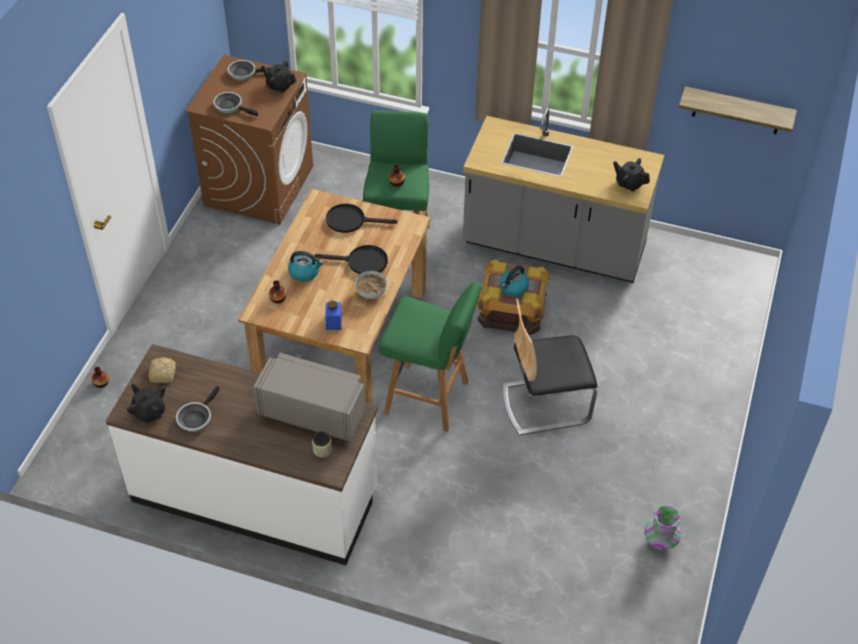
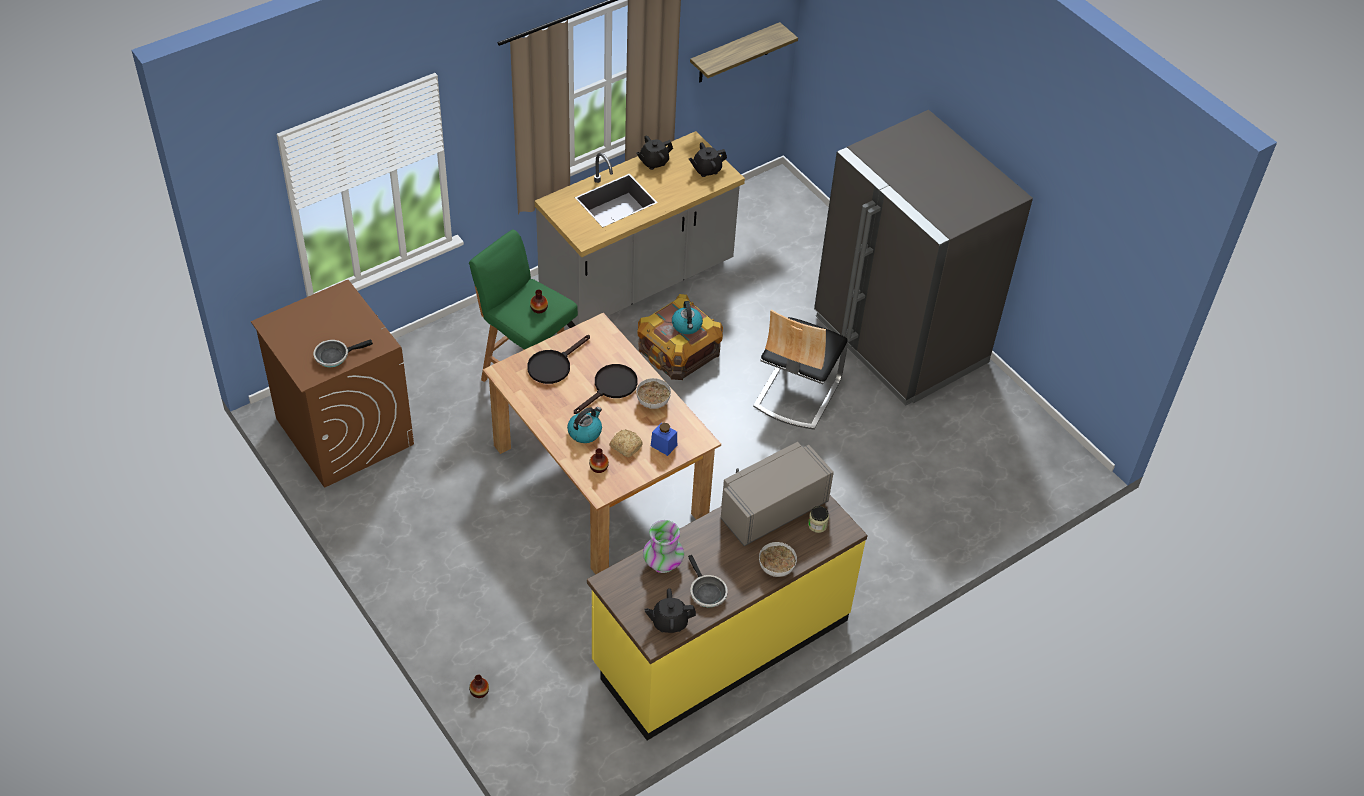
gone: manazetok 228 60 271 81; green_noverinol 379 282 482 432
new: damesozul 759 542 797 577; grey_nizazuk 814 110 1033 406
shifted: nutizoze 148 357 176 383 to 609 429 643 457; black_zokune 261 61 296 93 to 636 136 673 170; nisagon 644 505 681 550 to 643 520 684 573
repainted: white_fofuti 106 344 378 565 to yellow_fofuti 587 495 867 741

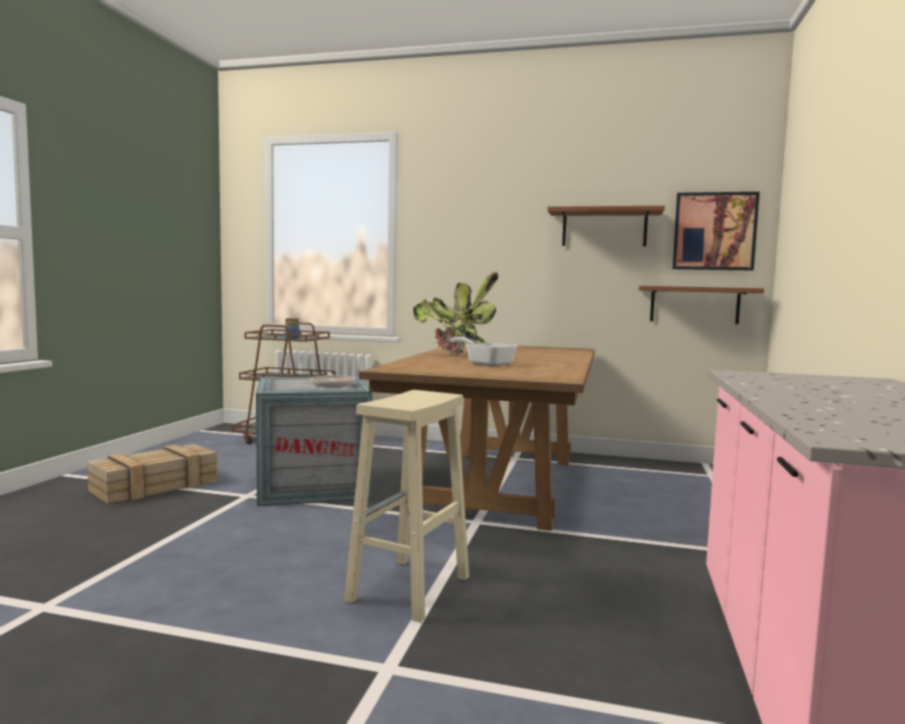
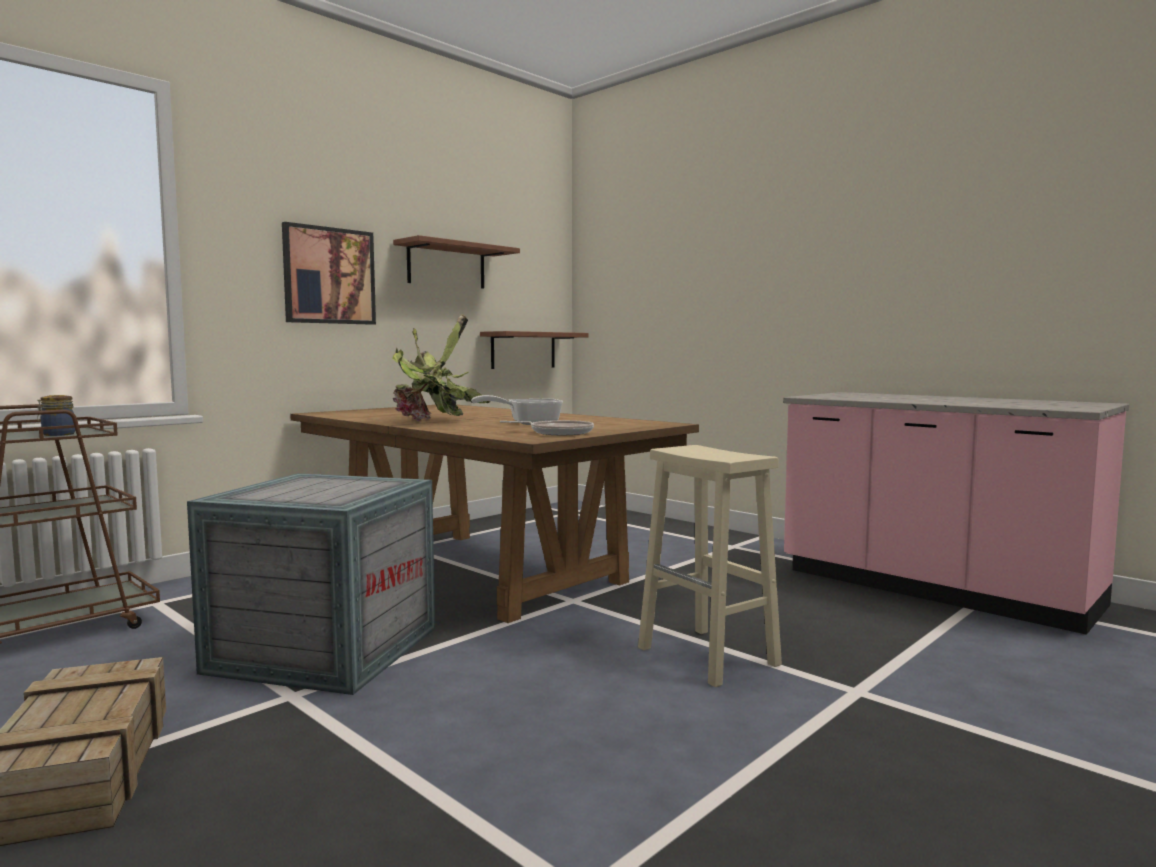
shifted: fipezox 672 192 760 270 to 282 222 376 325; manazetok 311 372 356 387 to 500 420 594 435

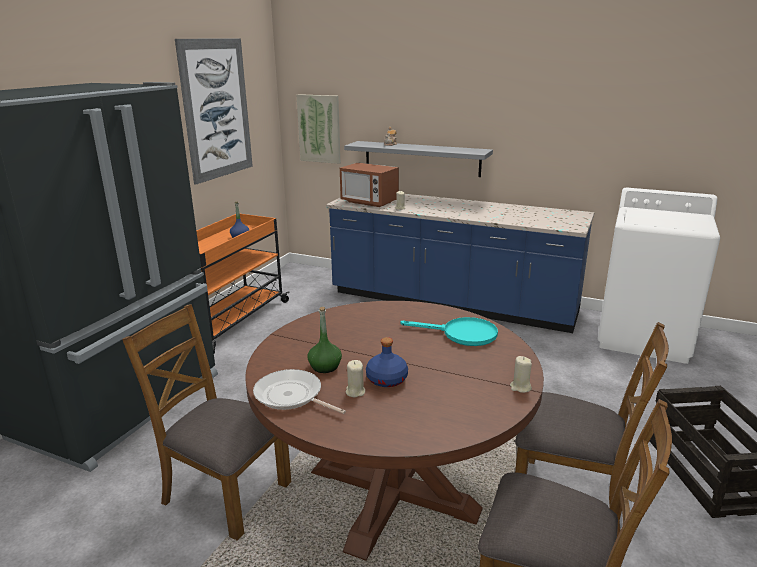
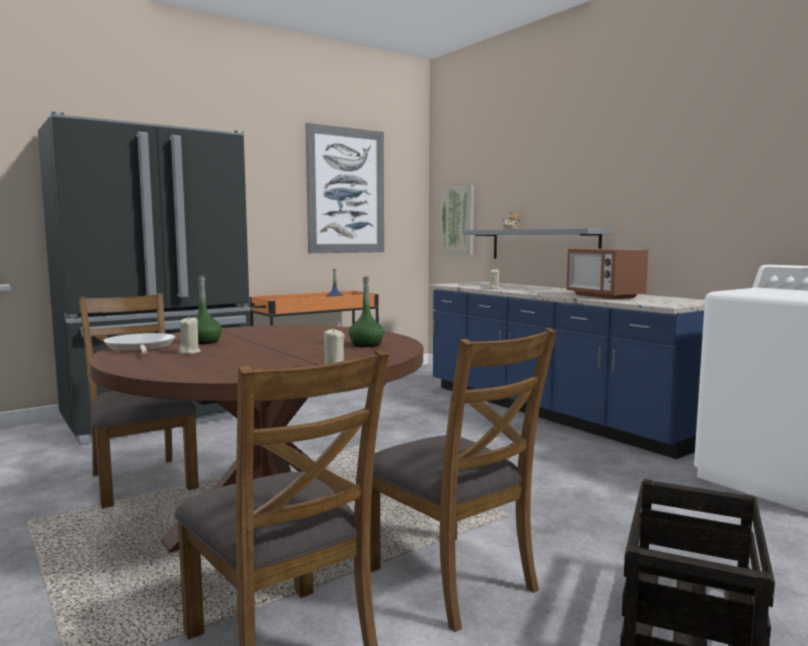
gone: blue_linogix 366 337 408 387
shifted: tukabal 340 163 399 207 to 567 249 648 299
swapped: turquoise_manazetok 400 317 498 346 to green_linogix 349 276 384 347

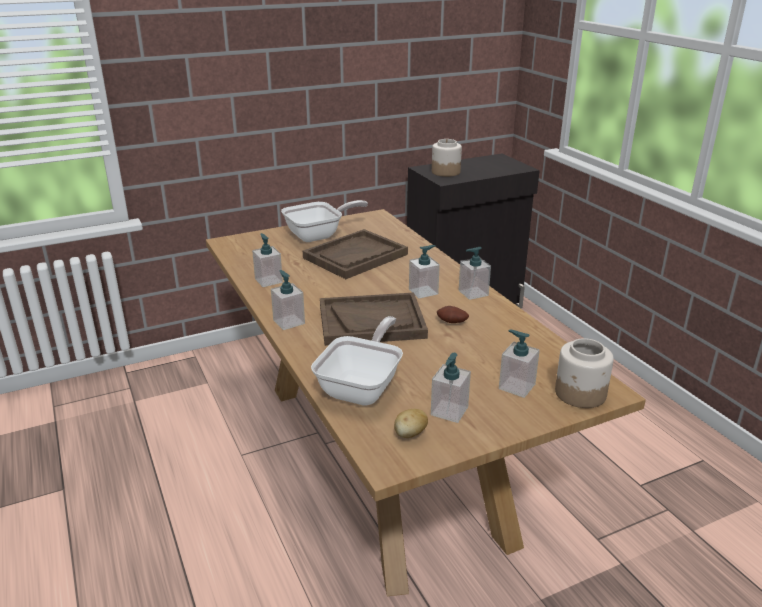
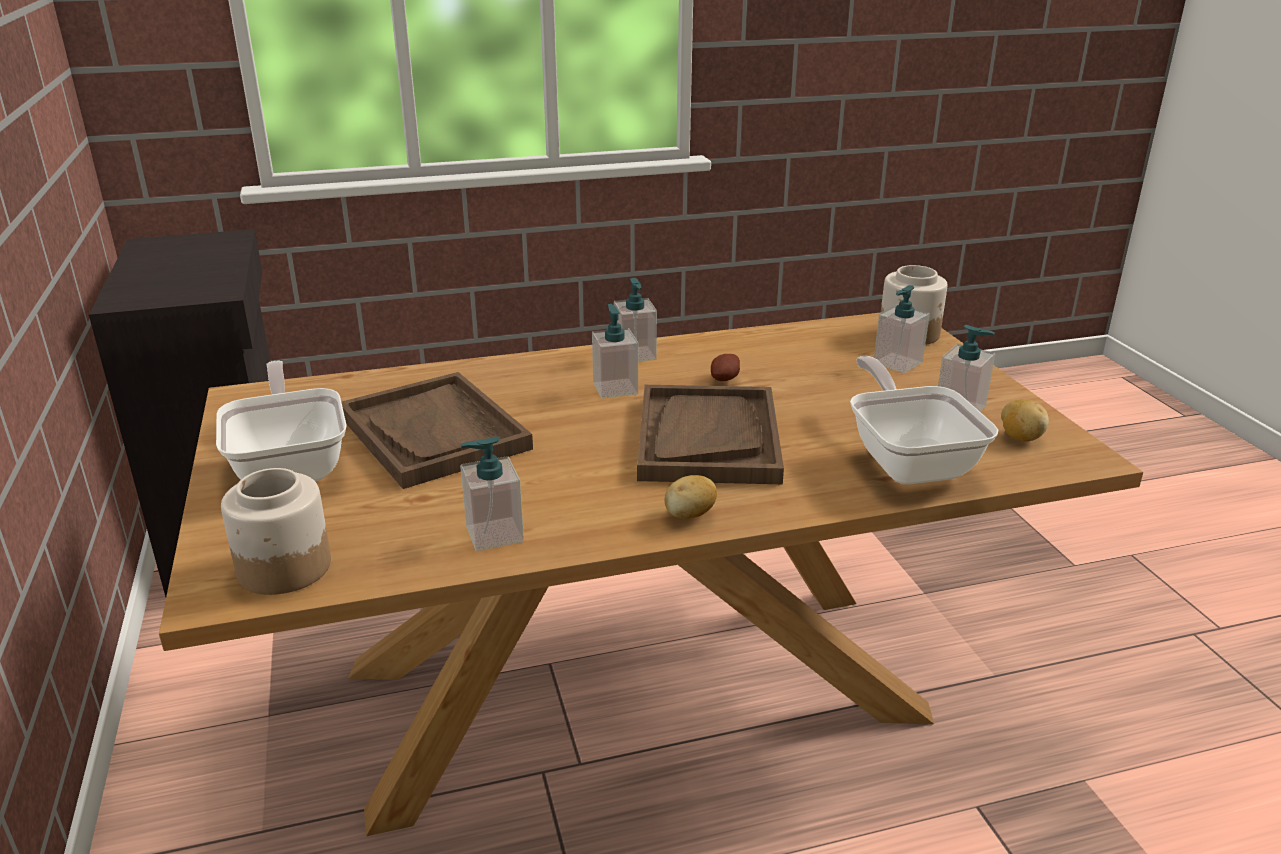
shifted: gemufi 432 139 462 177 to 221 468 331 595
swapped: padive 271 270 305 330 to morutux 664 475 717 519
rotated: manazetok 311 316 403 406 = 850 356 998 485 45 degrees clockwise

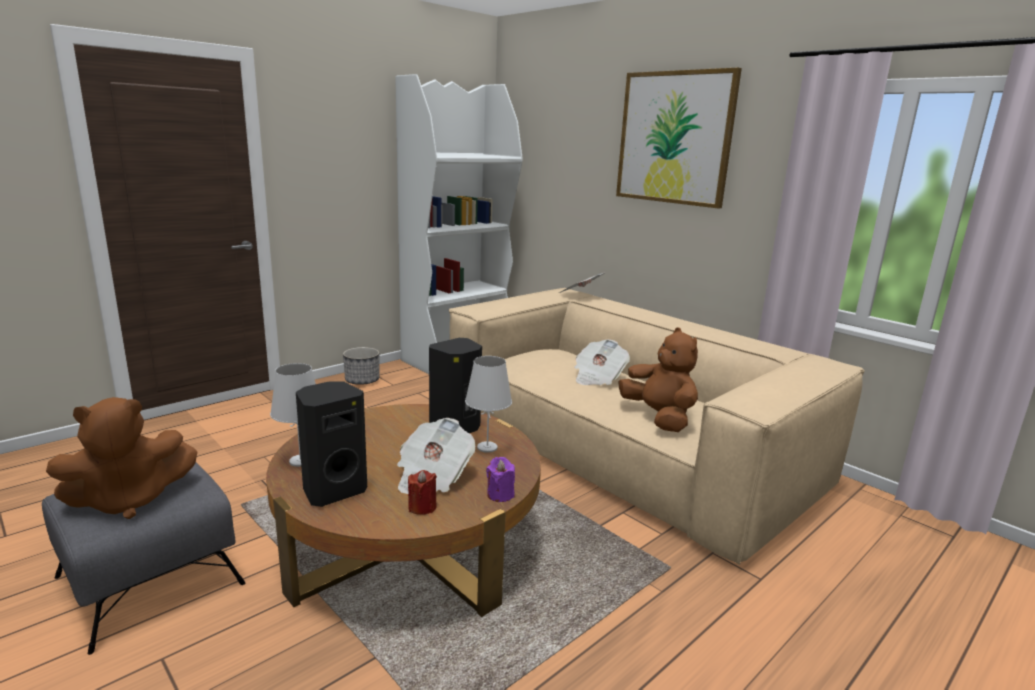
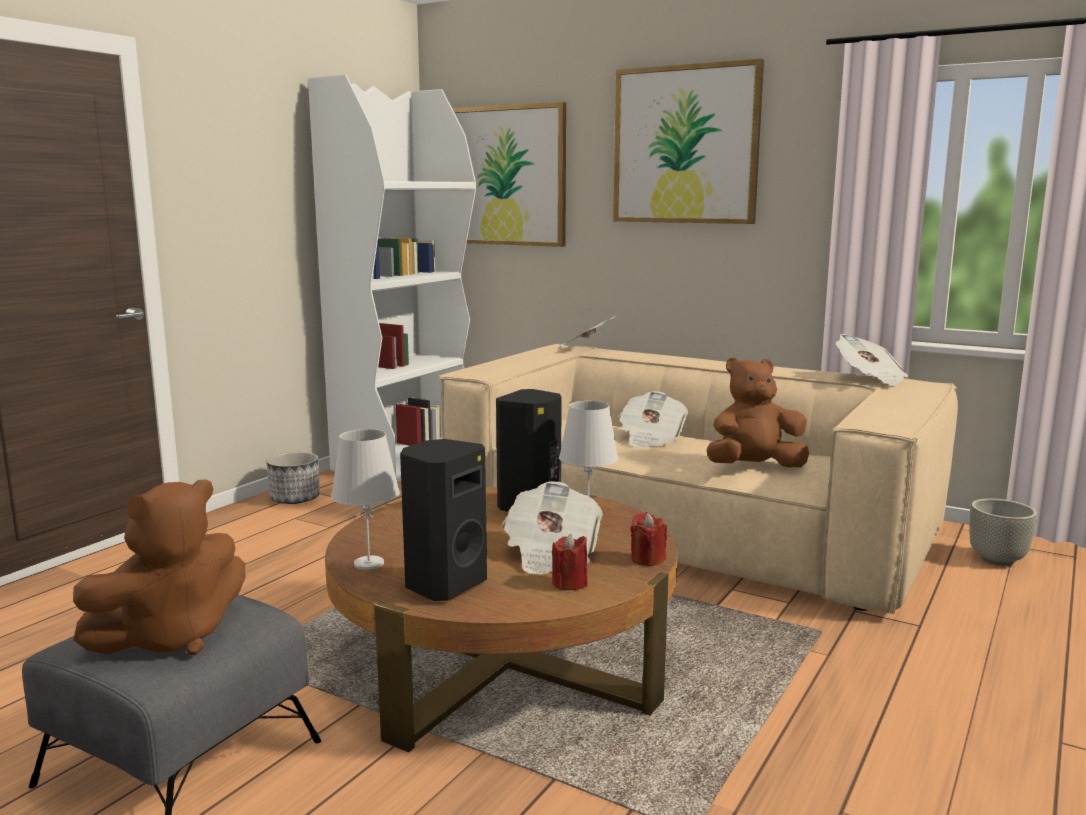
new: fipezox 452 102 566 247; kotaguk 836 334 908 386; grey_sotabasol 969 498 1038 566
repainted: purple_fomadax 486 457 515 502 to red_fomadax 631 512 667 566
rotated: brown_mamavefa 619 327 698 432 = 707 357 809 468 60 degrees counterclockwise

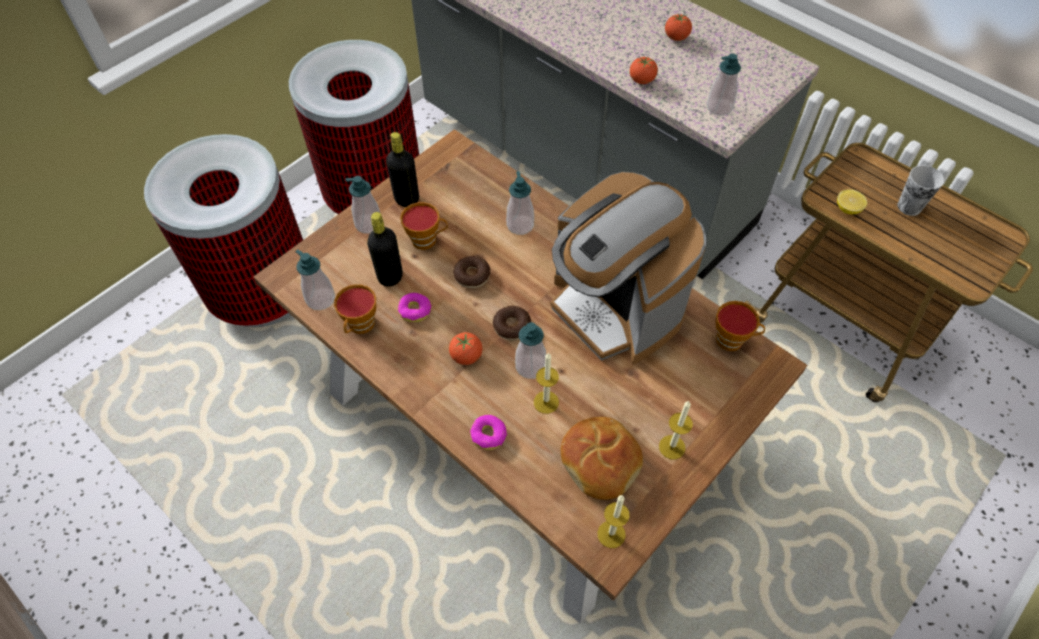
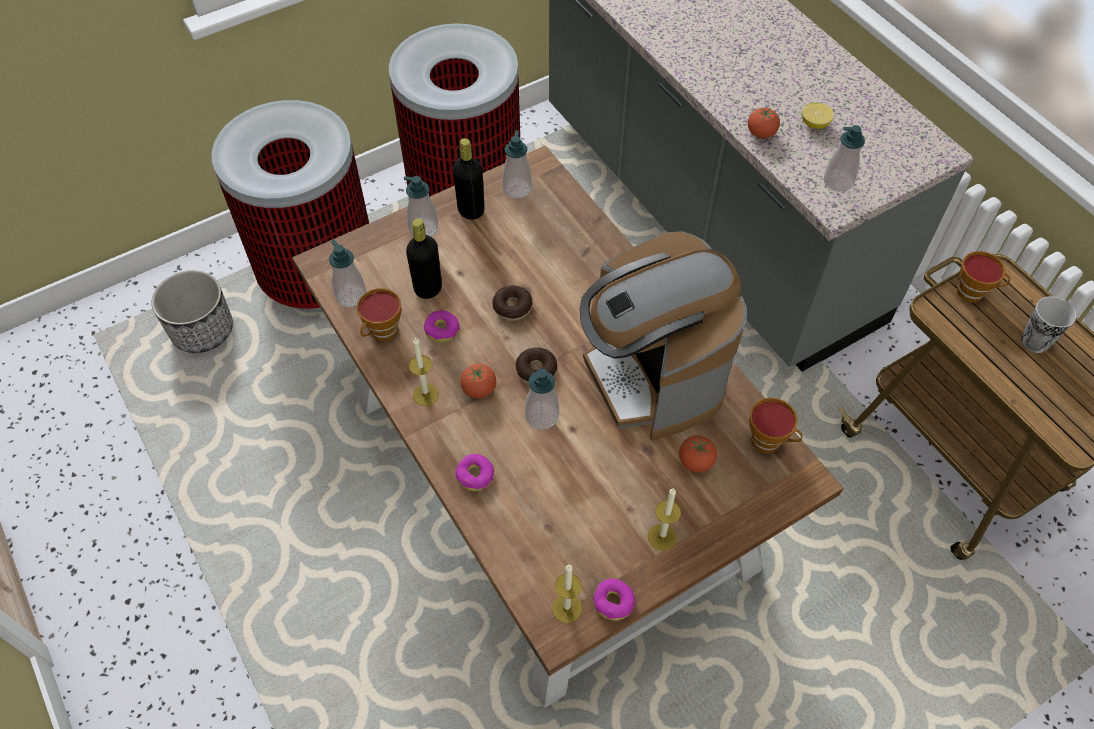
gone: nutizoze 561 417 643 500
new: sotabasol 152 270 233 353; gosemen 593 579 636 621
shifted: fomadax 534 353 559 414 to 409 338 439 406; padive 506 171 534 235 to 502 130 532 199; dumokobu 665 14 692 41 to 679 436 717 472; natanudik 837 189 867 214 to 802 102 834 129; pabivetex 400 202 448 250 to 956 251 1010 303

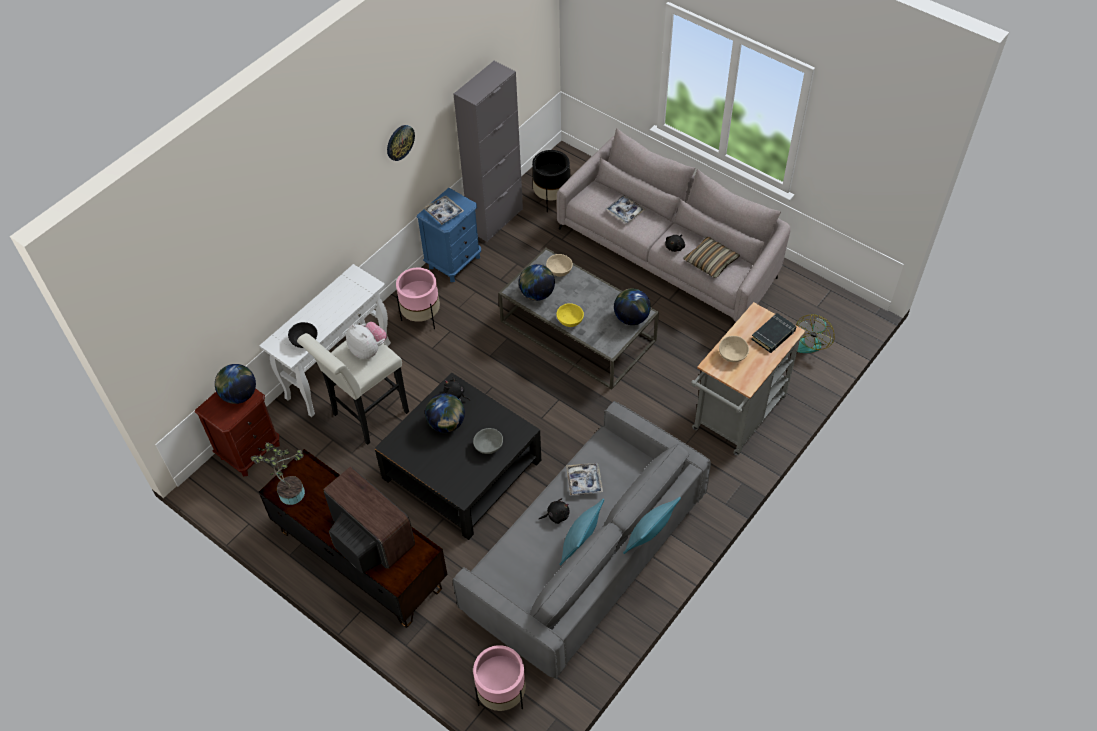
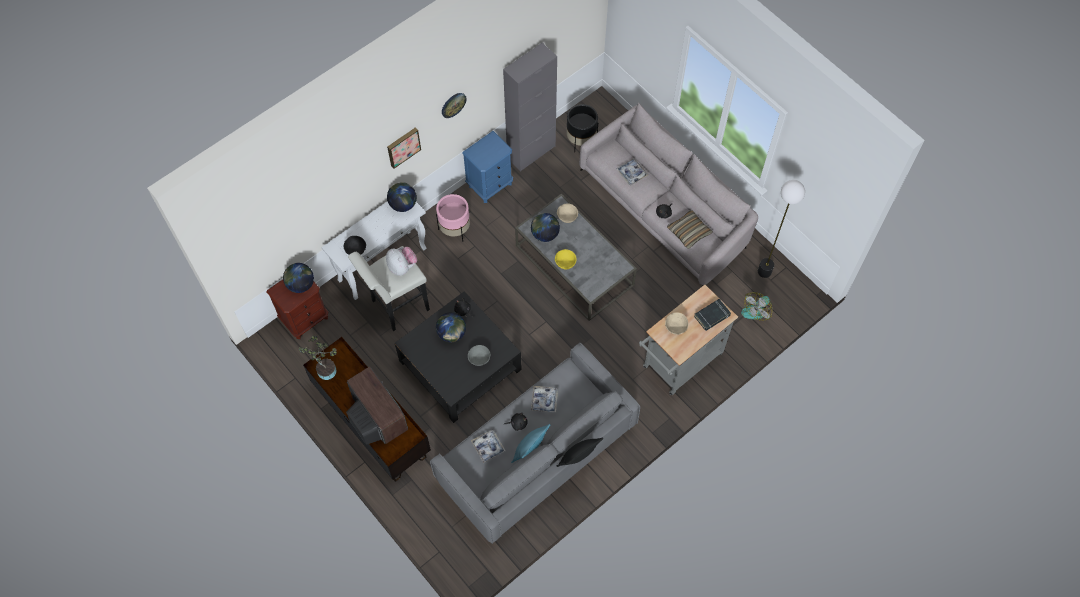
gone: pink_sotabasol 473 645 526 711
new: fipezox 387 127 421 169; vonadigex 758 180 805 278
shifted: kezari 614 288 651 325 to 387 182 417 212; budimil 423 196 464 225 to 471 430 505 463
repainted: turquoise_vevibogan 623 497 681 554 to black_vevibogan 557 437 603 467

